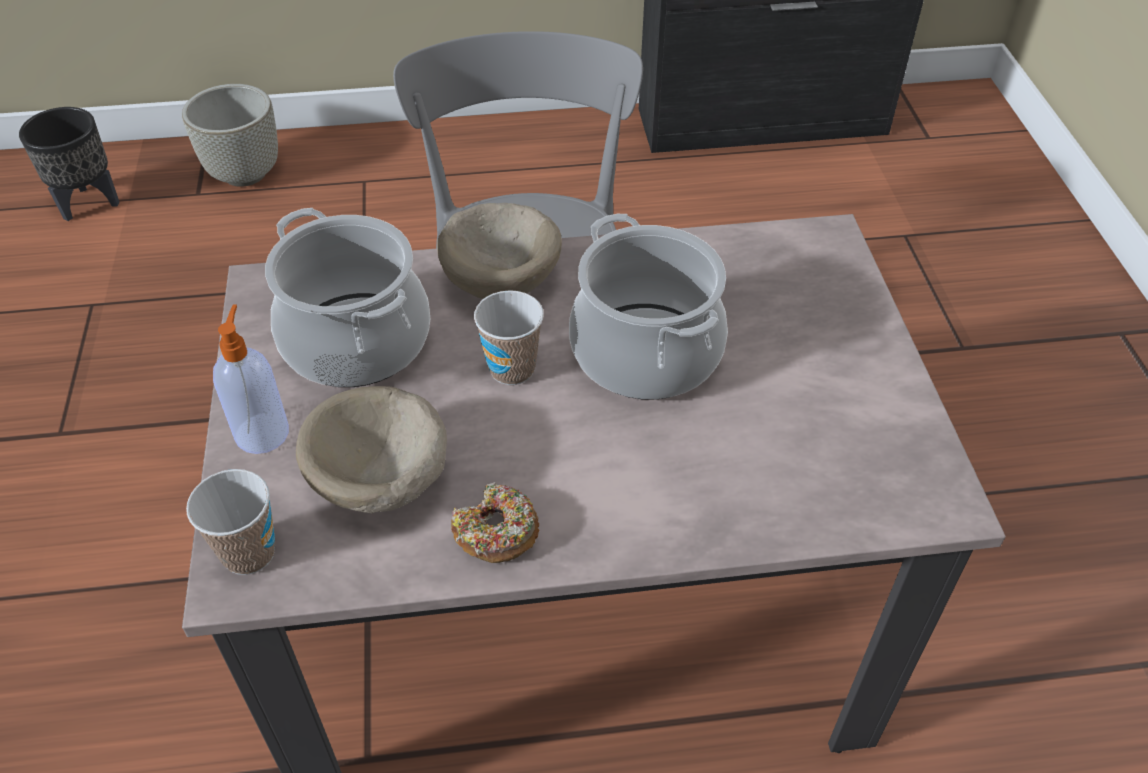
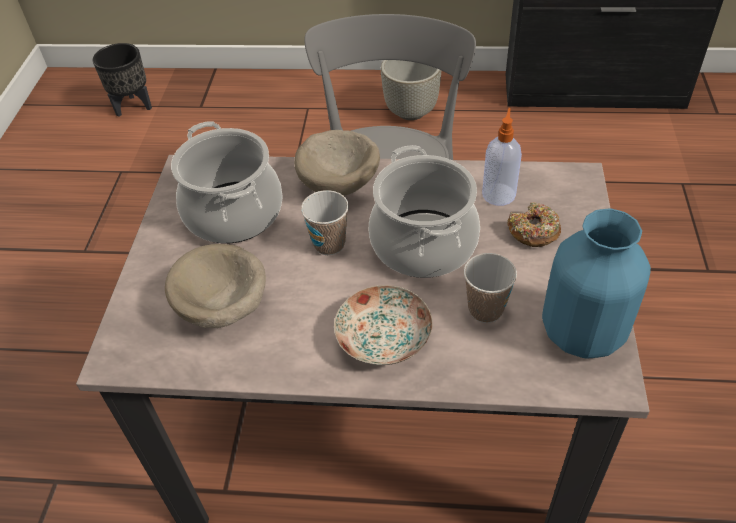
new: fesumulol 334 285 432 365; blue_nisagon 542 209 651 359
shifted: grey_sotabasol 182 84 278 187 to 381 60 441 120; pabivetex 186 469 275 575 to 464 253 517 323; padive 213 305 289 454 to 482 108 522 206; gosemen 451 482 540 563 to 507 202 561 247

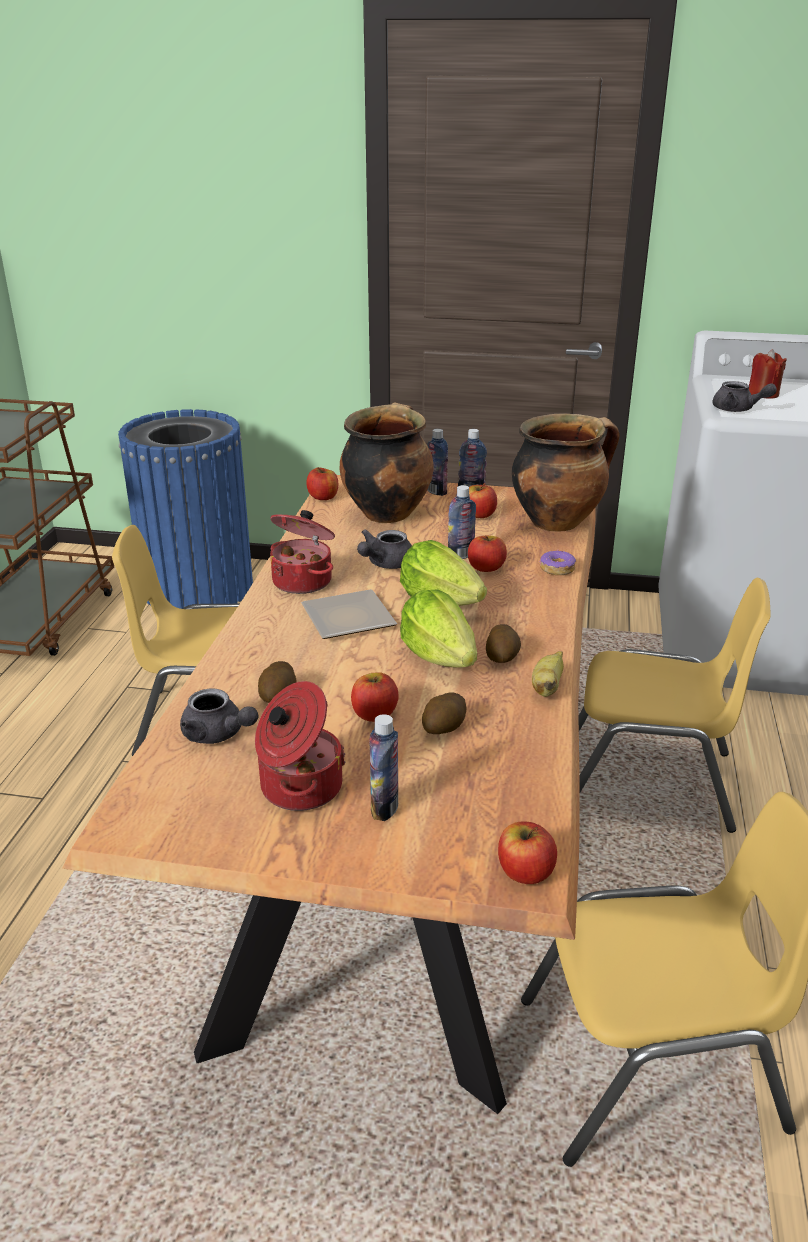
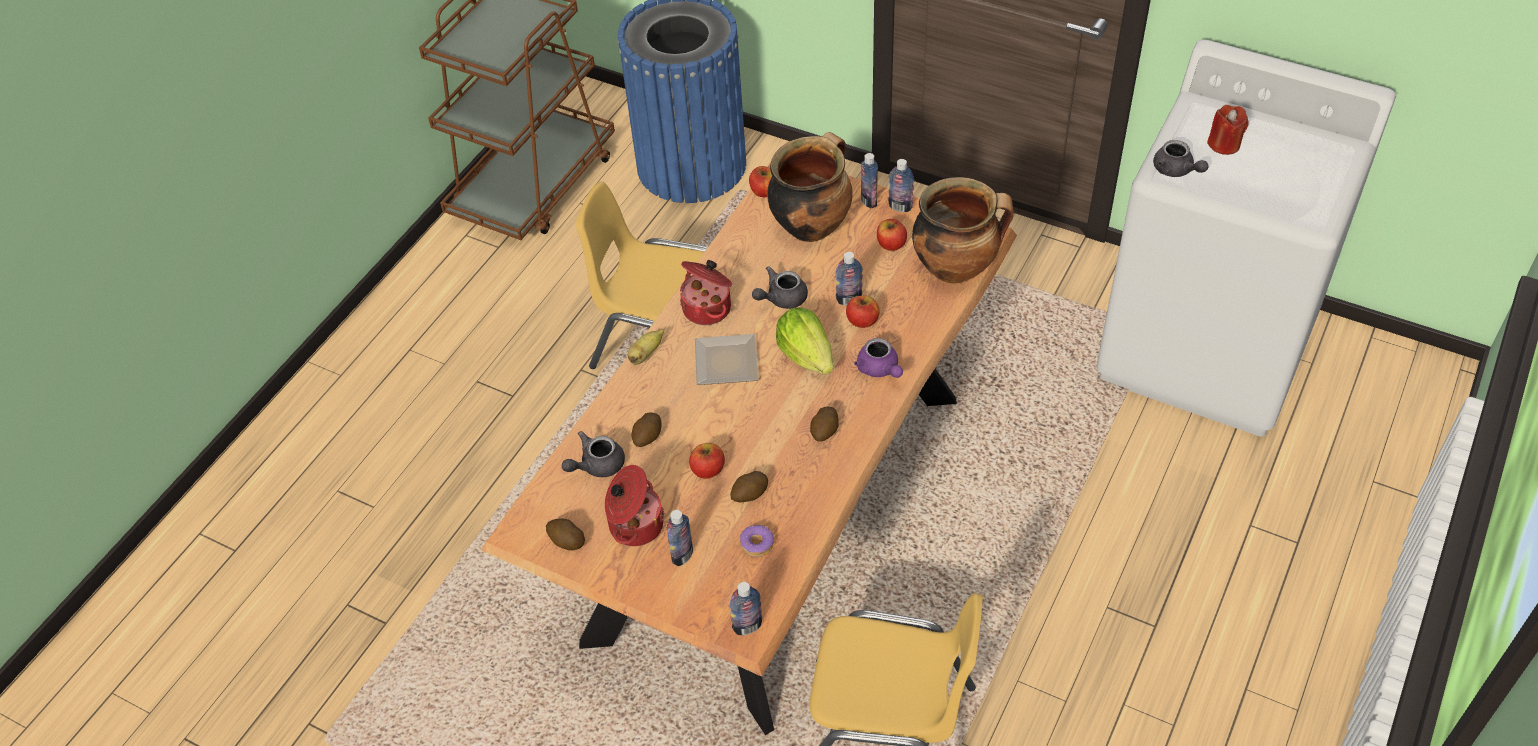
gone: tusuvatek 400 590 477 668; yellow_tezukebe 578 578 771 833
new: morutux 546 519 585 550; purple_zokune 854 338 903 378
shifted: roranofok 532 651 564 697 to 628 329 664 365; gosemen 540 549 576 575 to 740 525 774 557
swapped: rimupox 498 822 557 884 to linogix 730 582 762 635
rotated: grey_zokune 180 689 259 744 = 562 431 625 477 90 degrees clockwise

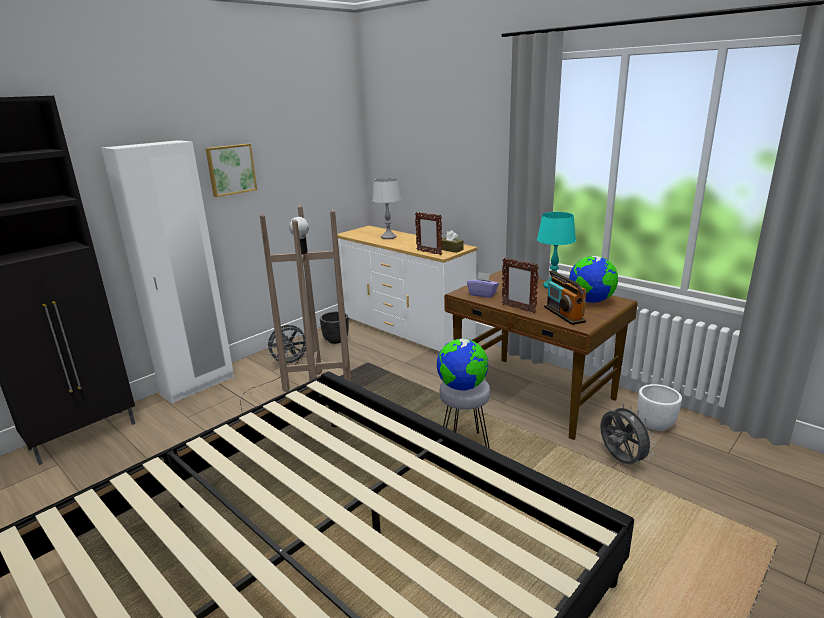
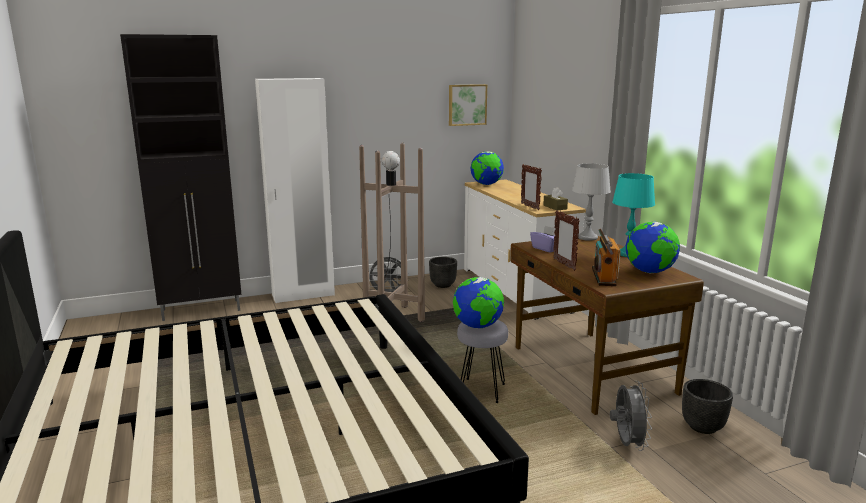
new: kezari 470 151 504 185
shifted: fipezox 205 144 257 197 to 449 84 487 126; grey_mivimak 372 178 402 239 to 572 164 611 241
repainted: white_sotabasol 638 384 682 431 to black_sotabasol 682 379 733 434

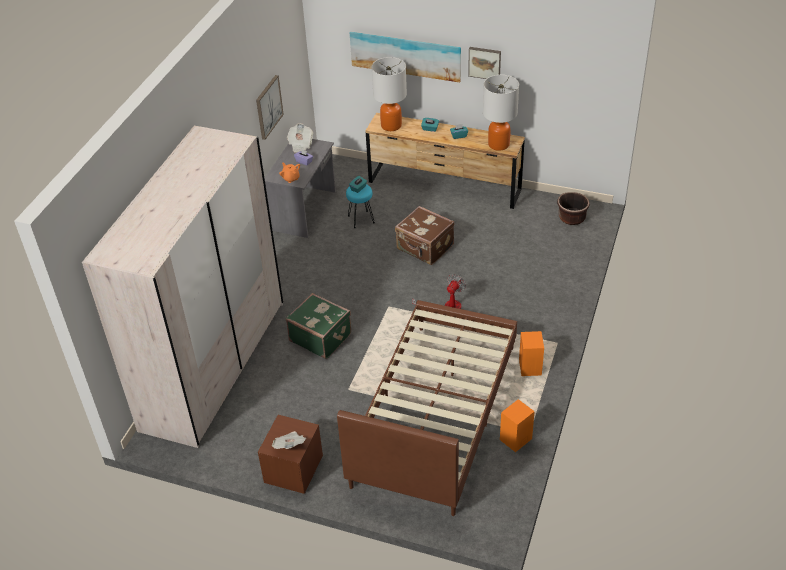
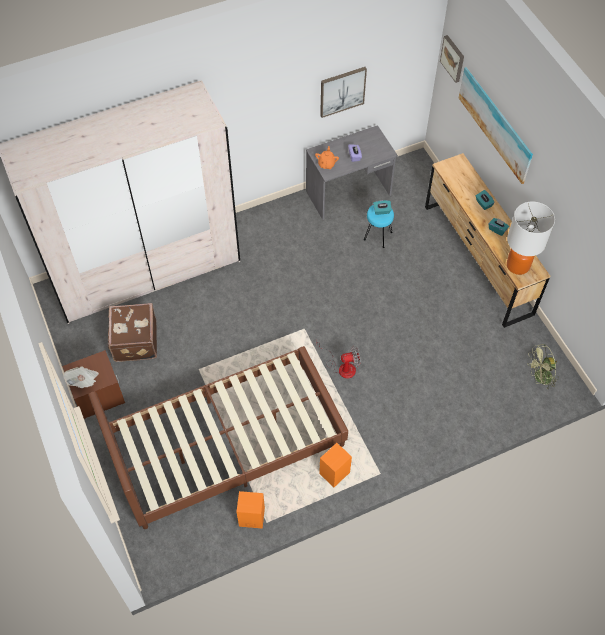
gone: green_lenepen 286 293 351 359; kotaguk 287 123 313 153; mivimak 372 57 407 131
shifted: brown_lenepen 395 206 454 265 to 107 303 157 362; fipezox 468 47 501 79 to 440 35 464 83
swapped: brown_sotabasol 557 192 590 225 to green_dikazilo 528 344 559 390

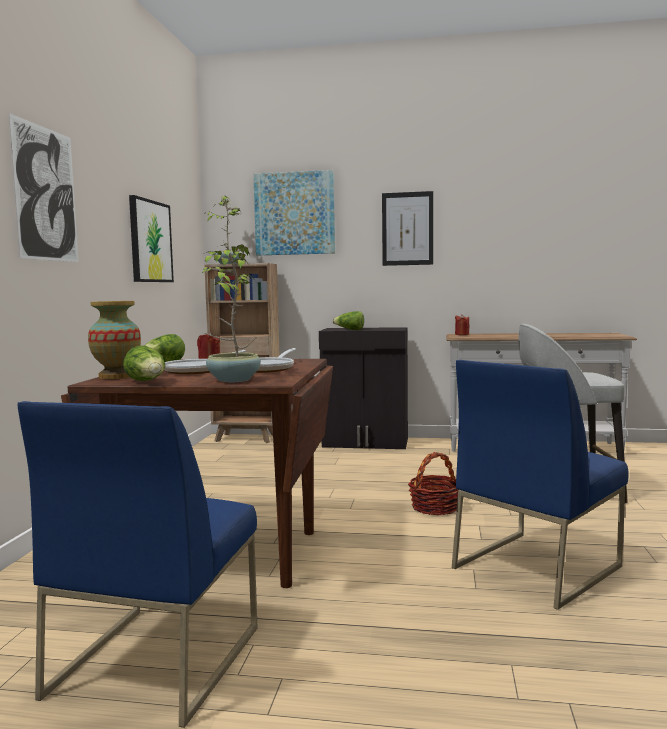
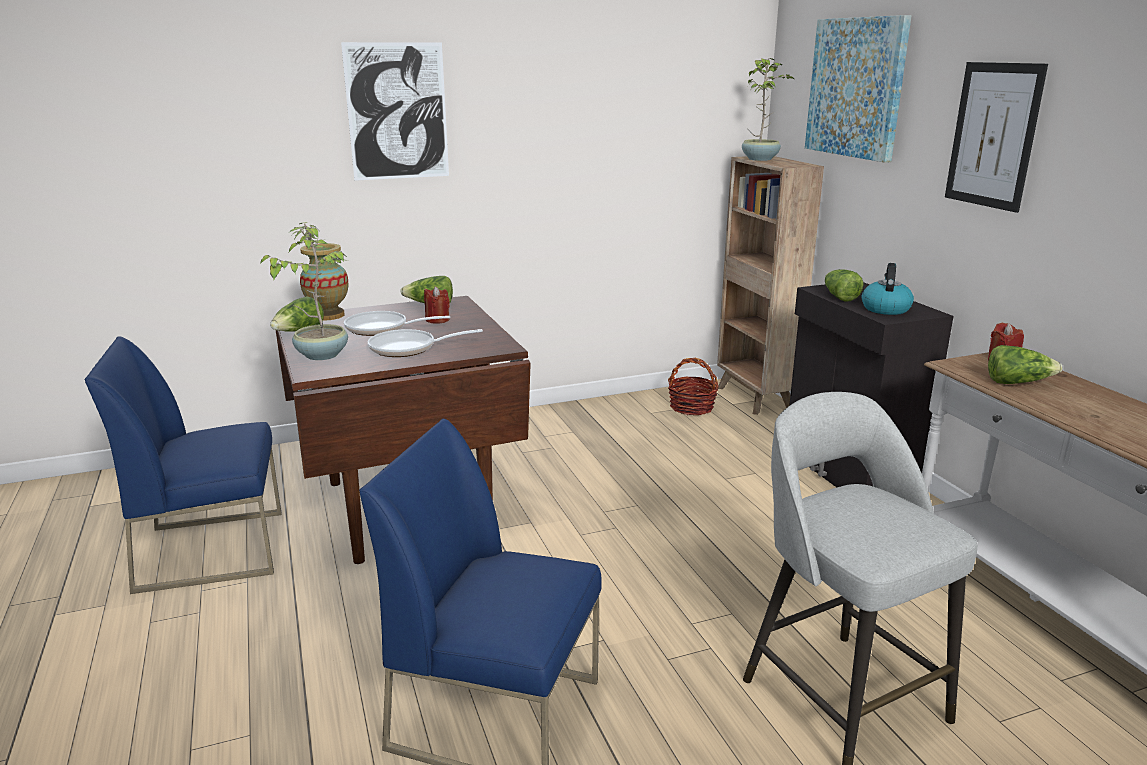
gone: fipezox 129 195 174 282
new: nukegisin 862 263 914 315; tusuvatek 988 345 1062 384
shifted: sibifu 408 452 459 515 to 668 358 718 415

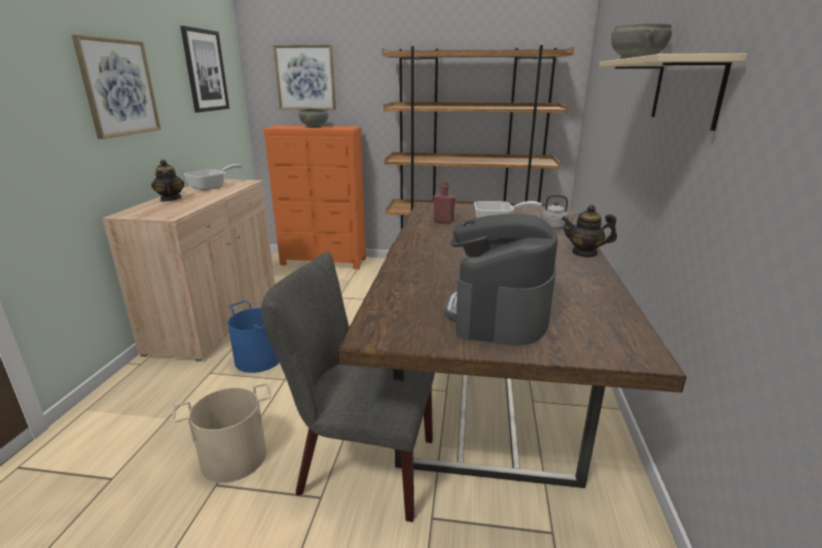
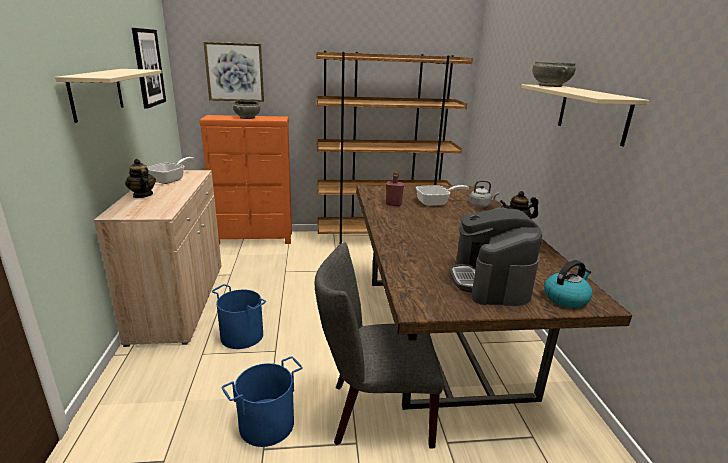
new: nukegisin 544 260 593 308
swapped: fipezox 72 35 161 139 to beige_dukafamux 55 69 162 123
repainted: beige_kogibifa 172 383 271 483 to blue_kogibifa 222 356 302 447

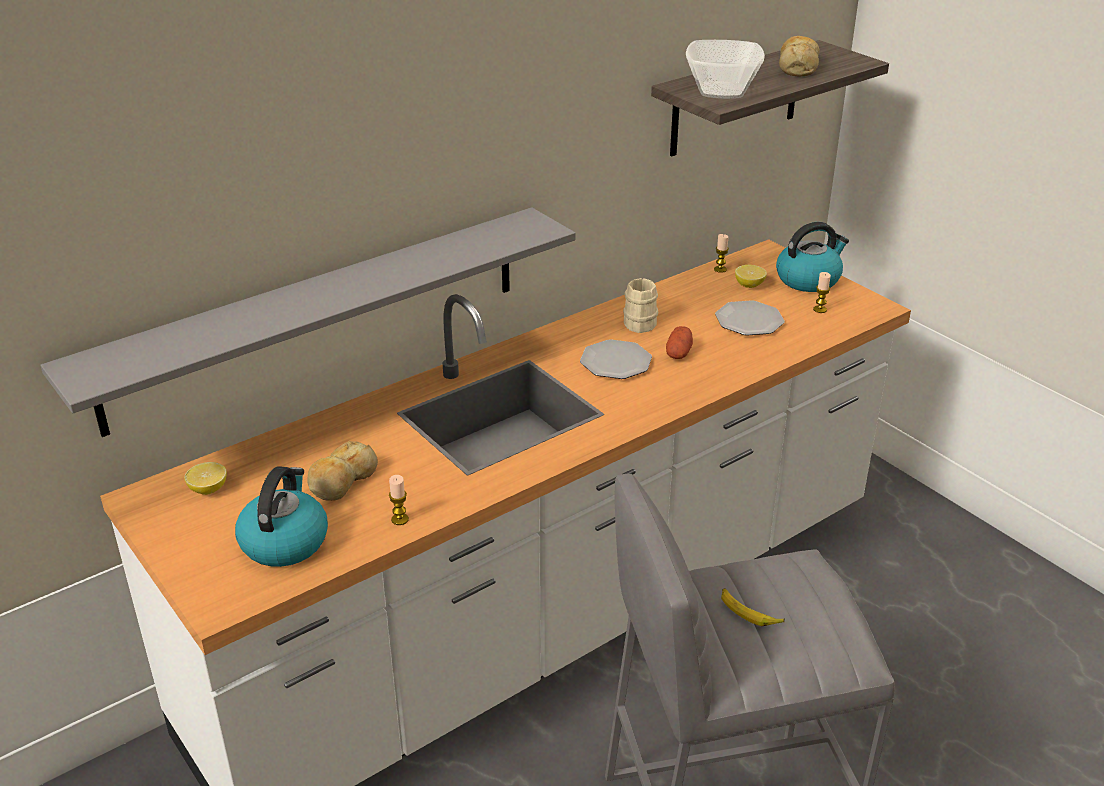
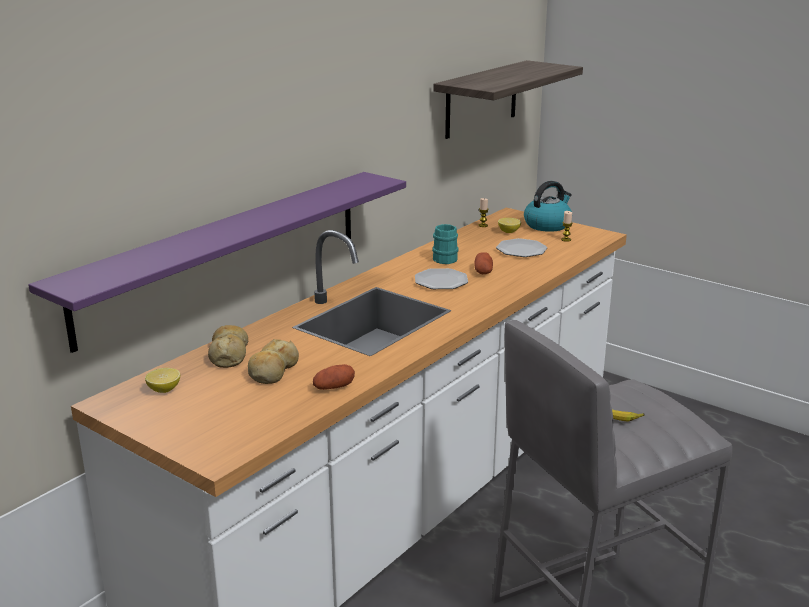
gone: nukegisin 235 466 328 567; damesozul 686 40 765 99
shifted: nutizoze 779 36 820 76 to 208 325 248 368
swapped: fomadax 389 475 409 525 to morutux 313 364 355 390
repainted: grey_dukafamux 41 207 576 437 to purple_dukafamux 28 172 406 353; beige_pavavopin 623 278 658 333 to turquoise_pavavopin 432 224 459 264

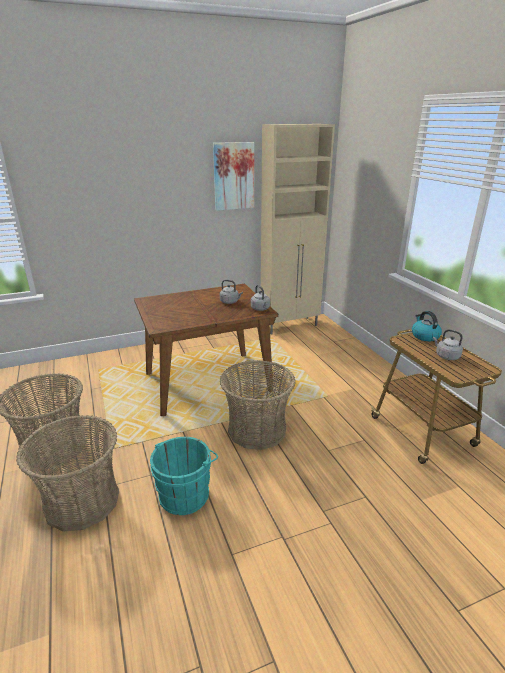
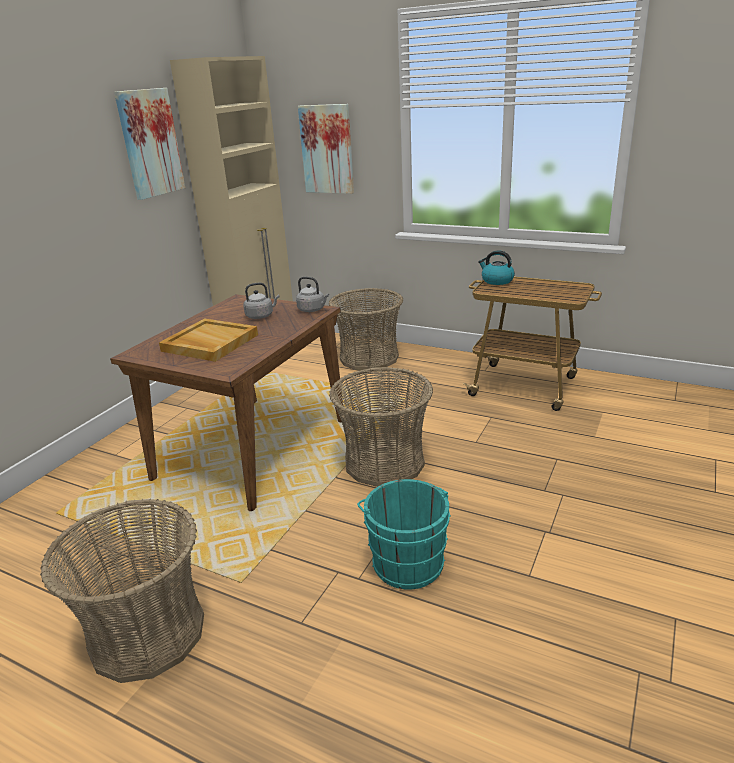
gone: grey_nukegisin 433 329 463 360
new: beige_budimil 159 318 258 362; fipezox 298 104 354 194
shifted: sibifu 16 415 119 532 to 329 288 403 370

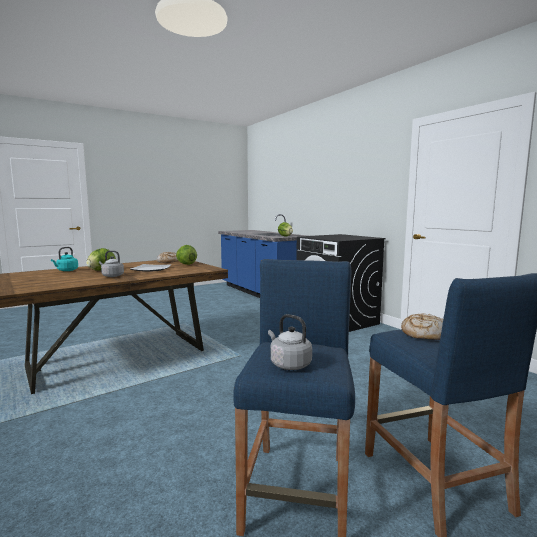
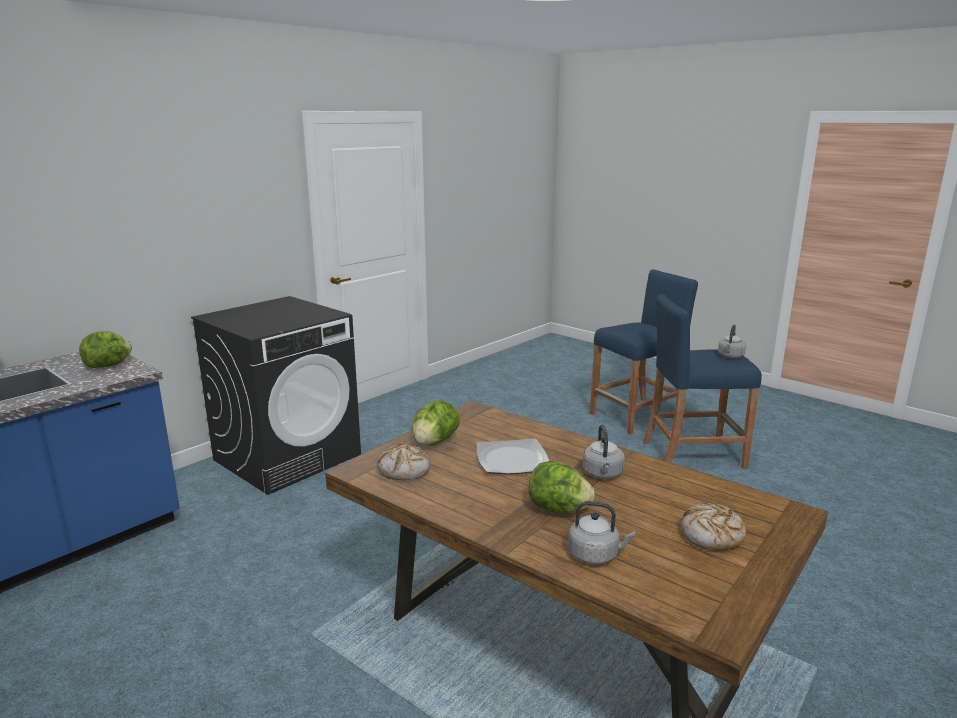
shifted: nutizoze 401 313 443 340 to 681 502 746 551
repainted: turquoise_nukegisin 51 247 78 271 to grey_nukegisin 568 501 635 565

